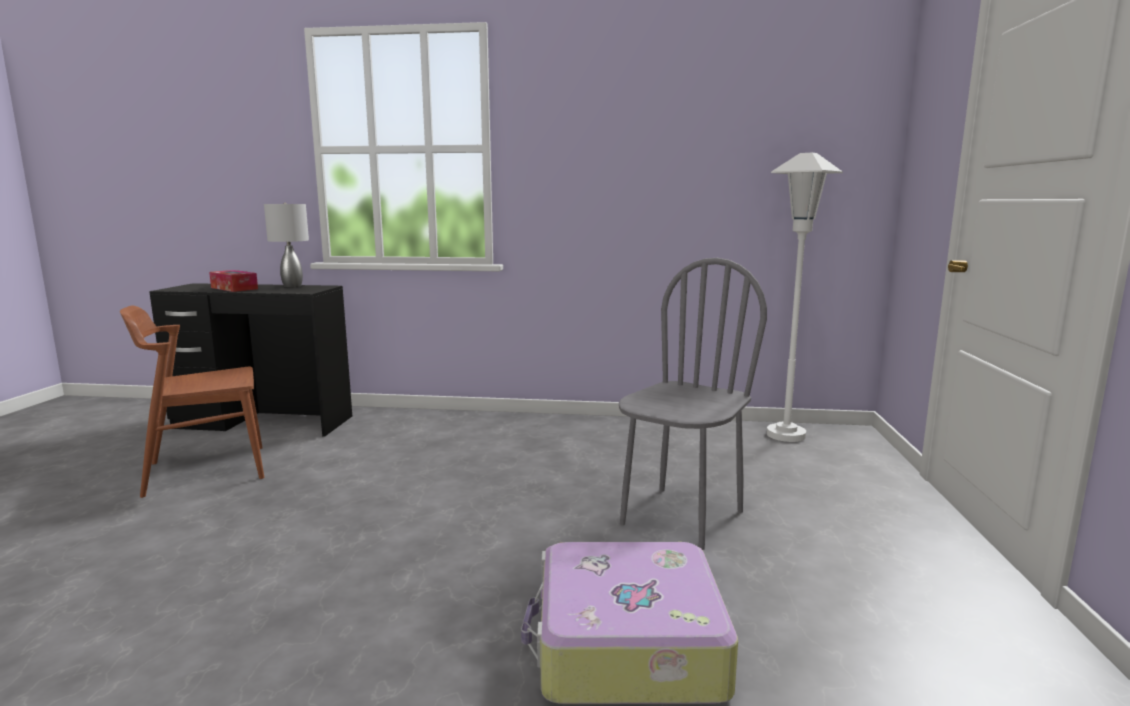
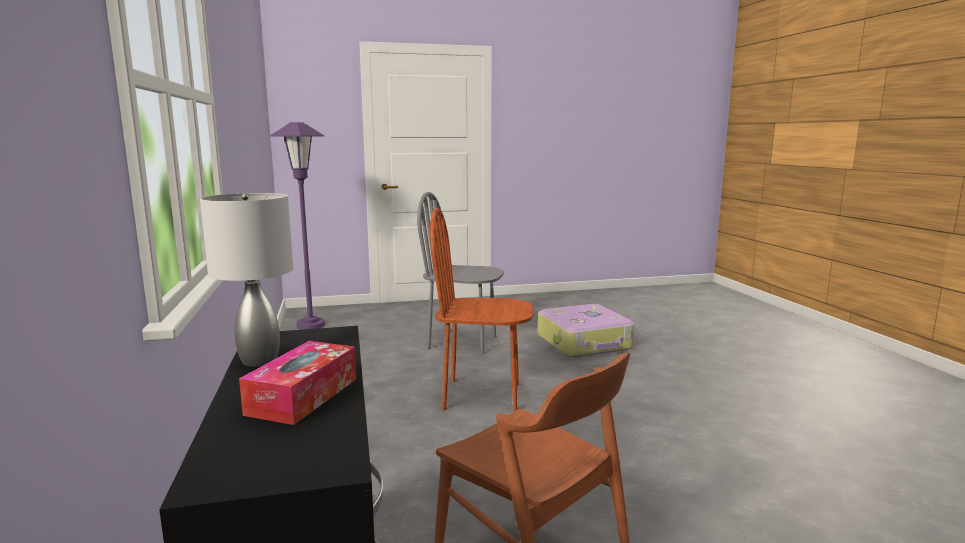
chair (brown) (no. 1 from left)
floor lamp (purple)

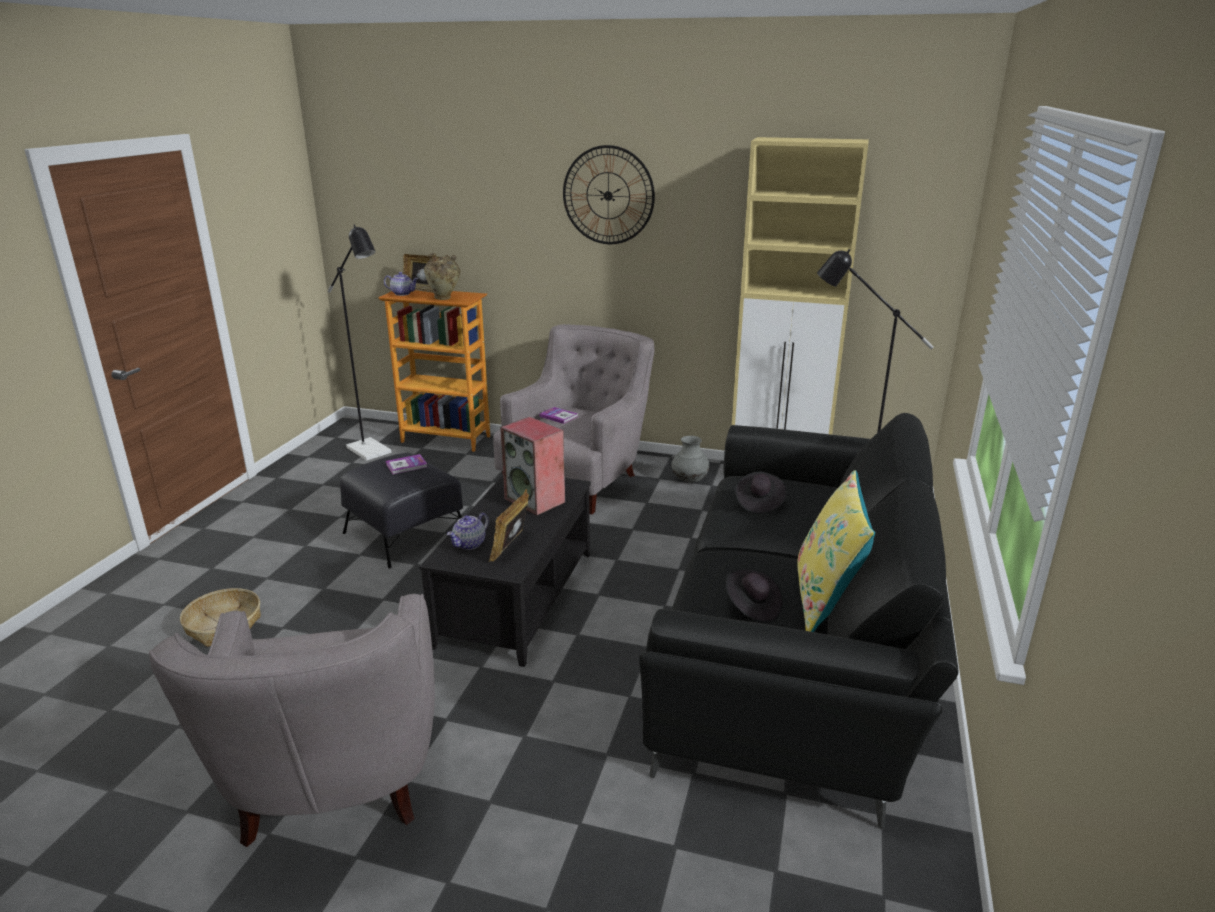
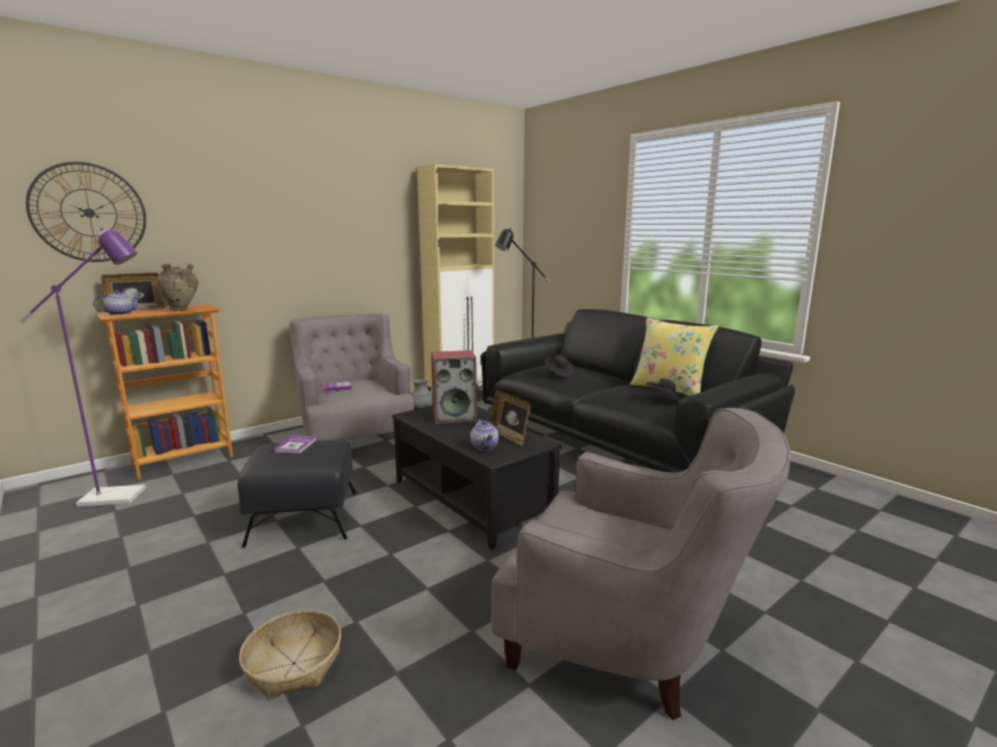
wall clock
floor lamp (purple)

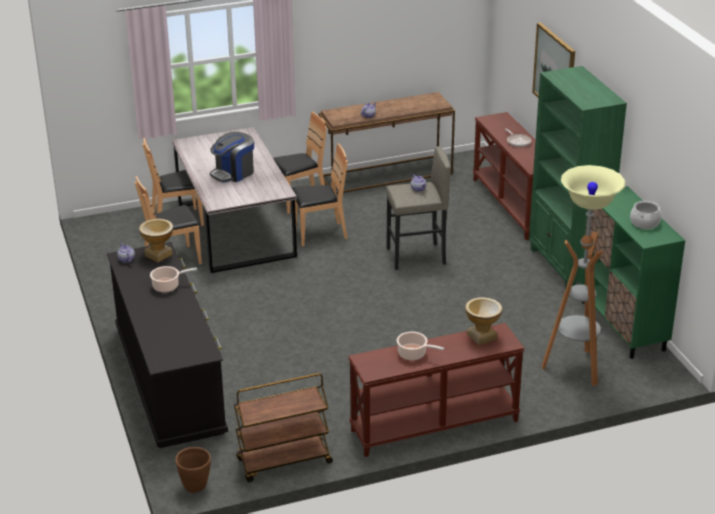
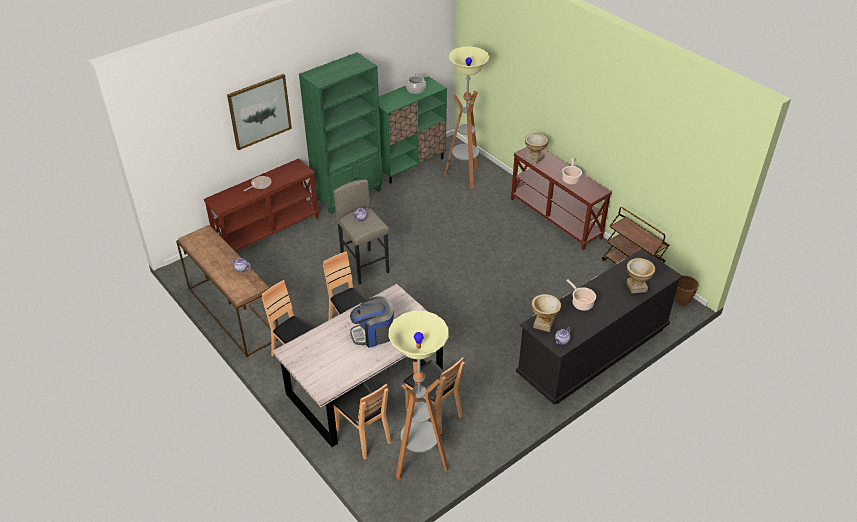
floor lamp (no. 1 from left)
vase (no. 3 from left)
coffee machine

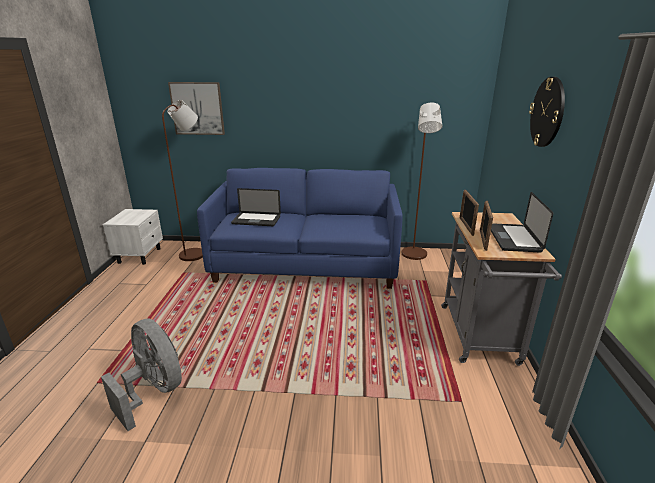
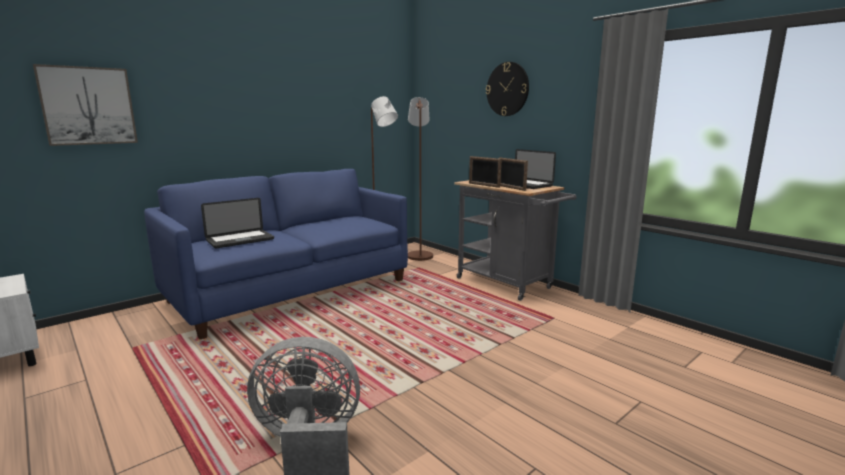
floor lamp (brown) (no. 2 from left)

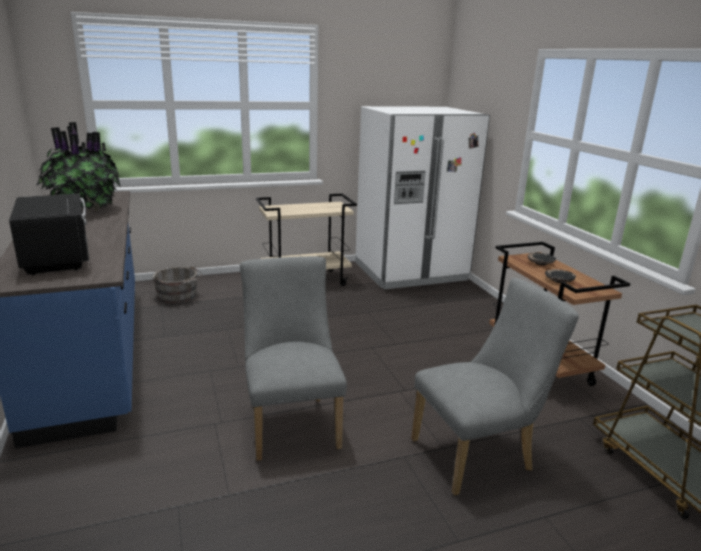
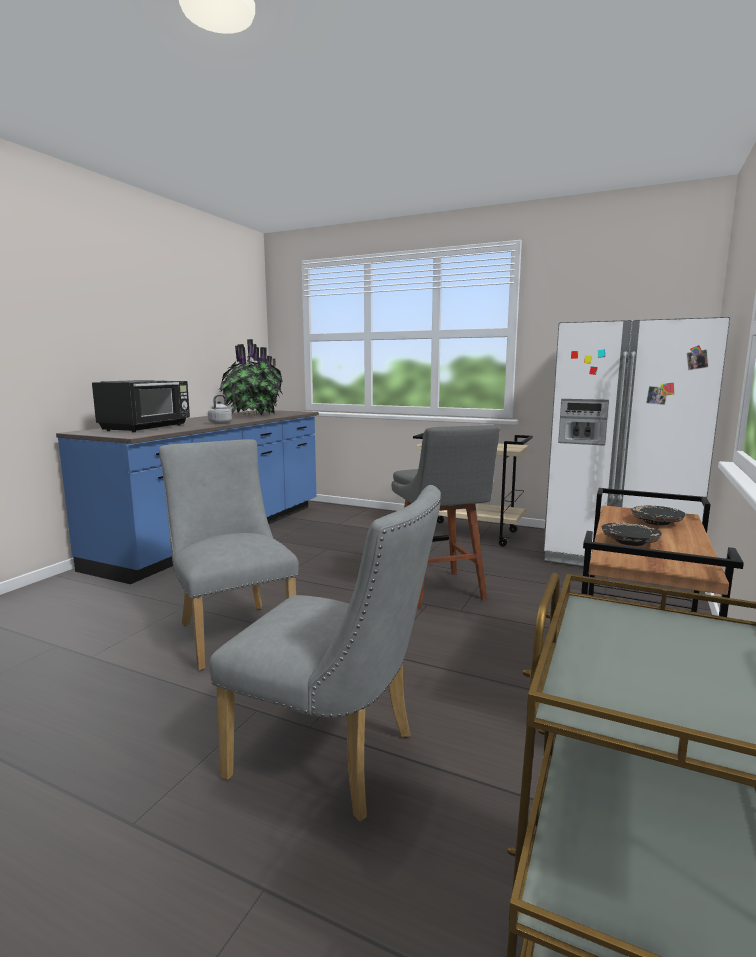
bucket (grey)
kettle (grey)
stool (grey)
chair (grey) (no. 1 from left)

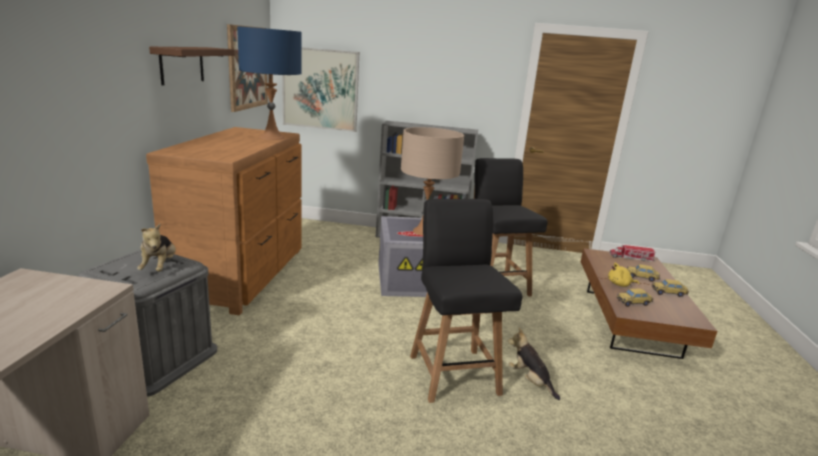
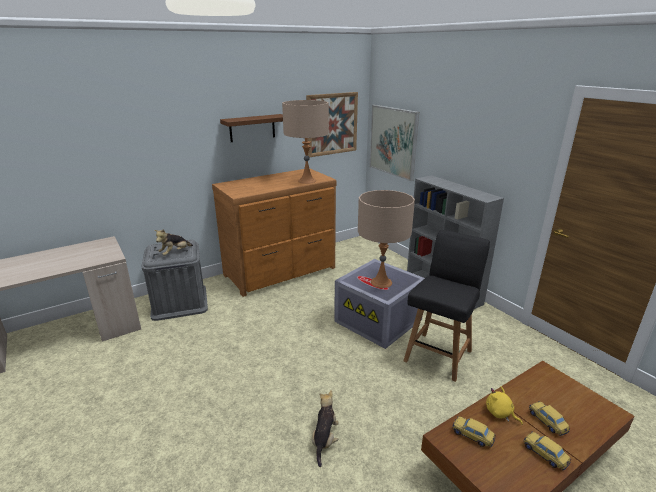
chair (black) (no. 1 from left in the first image)
toy truck
table lamp (beige) (no. 1 from left)

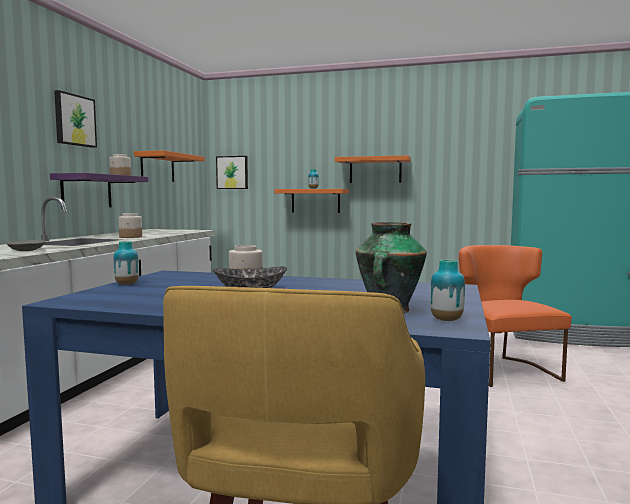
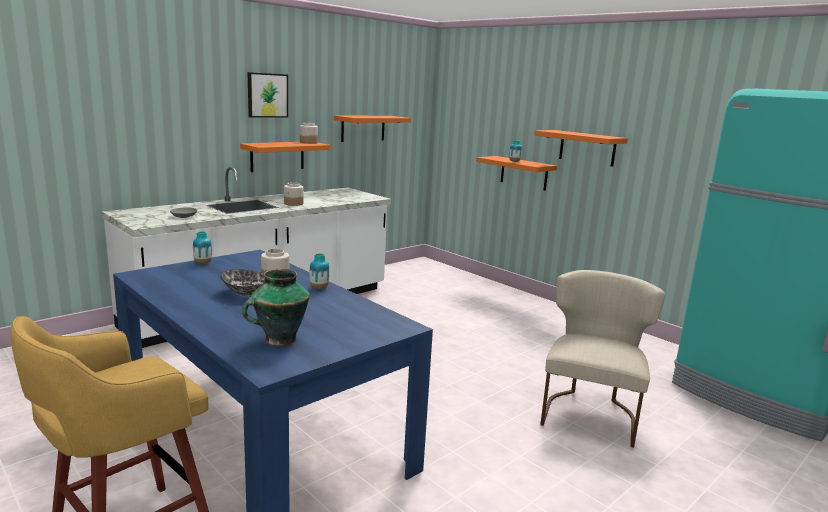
picture (no. 2 from left in the first image)
vase (no. 3 from left)
shelf (orange) (no. 1 from left)
chair (beige)

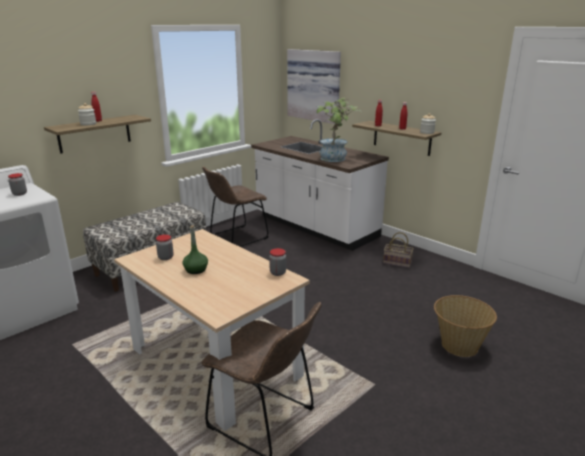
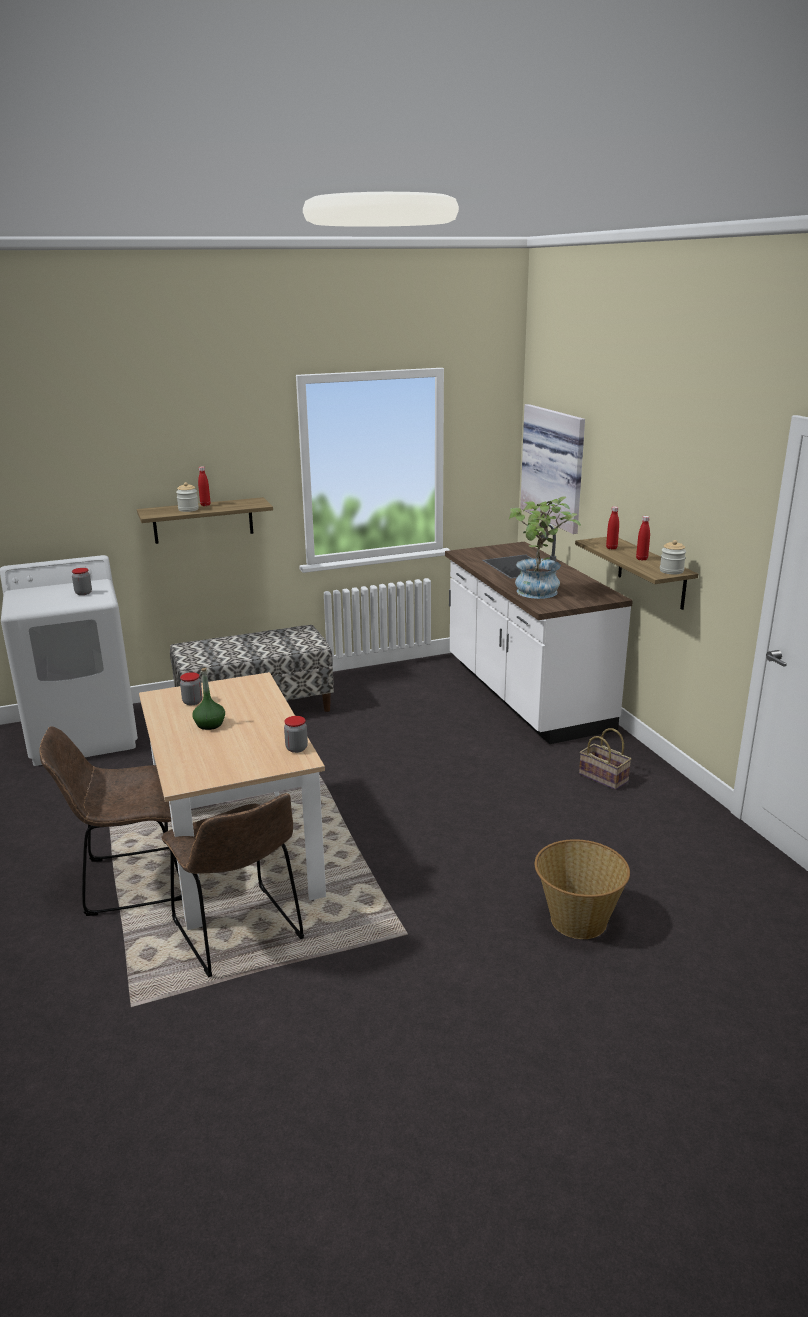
chair (brown) (no. 1 from left)

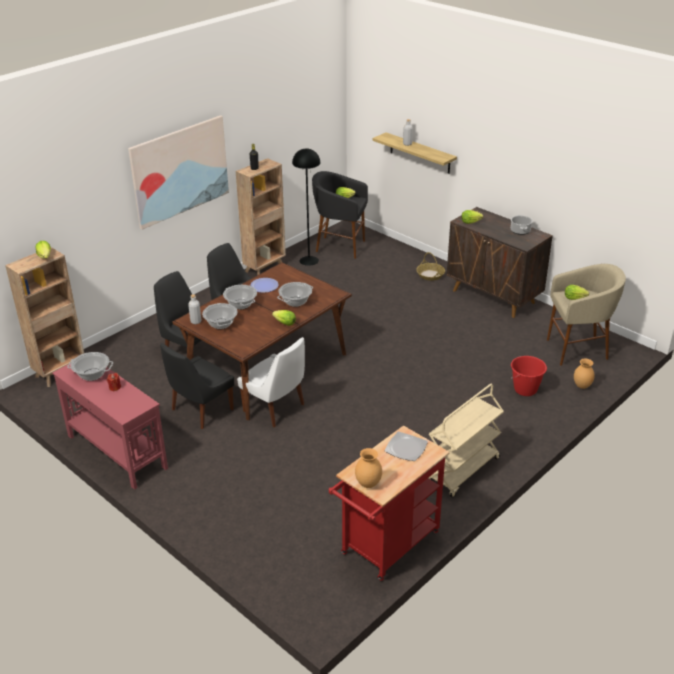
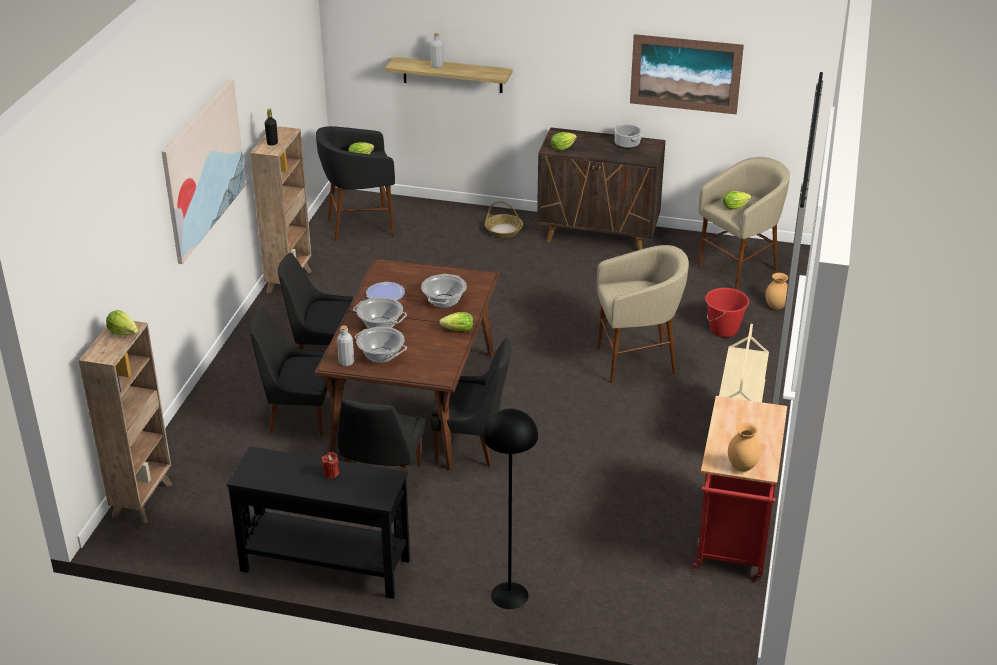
cooking pot (no. 1 from left in the first image)
plate (no. 2 from left in the first image)
stool (beige) (no. 1 from left)
picture (no. 2 from left)
floor lamp (black)
console table (black)
chair (black) (no. 4 from left)

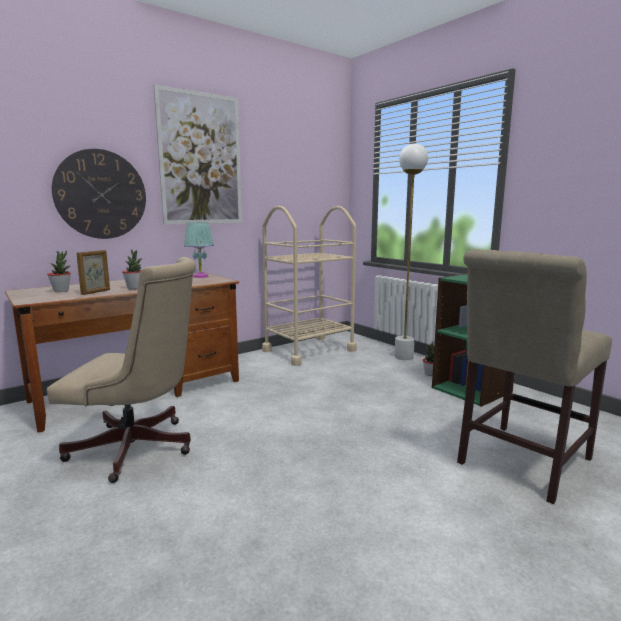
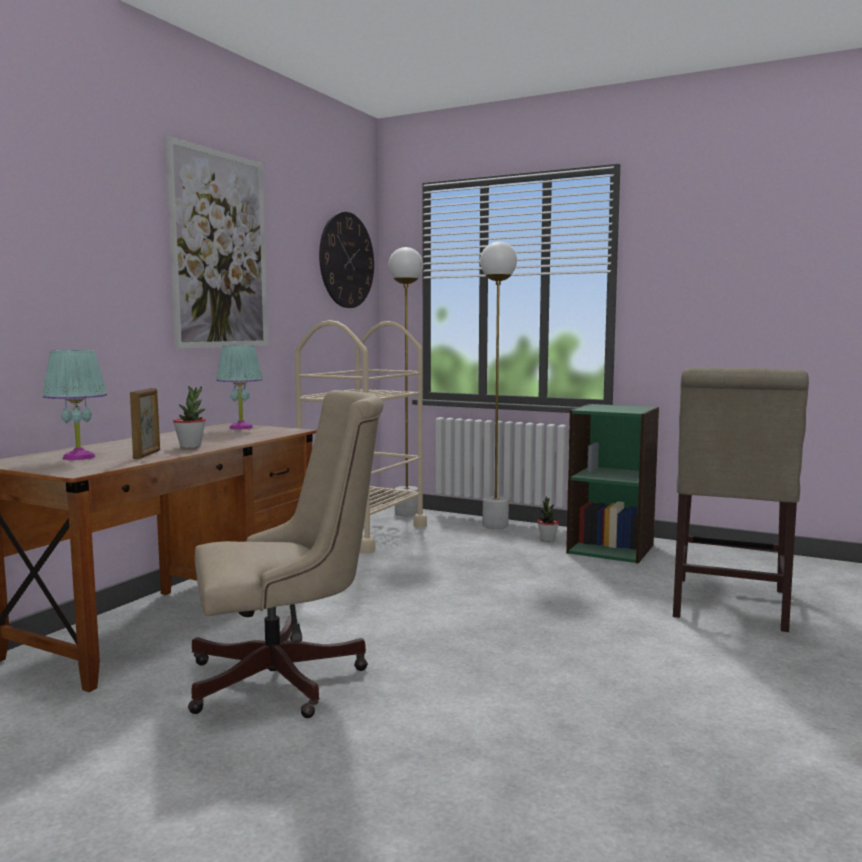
floor lamp (white) (no. 1 from left)
wall clock
table lamp (turquoise) (no. 1 from left)

